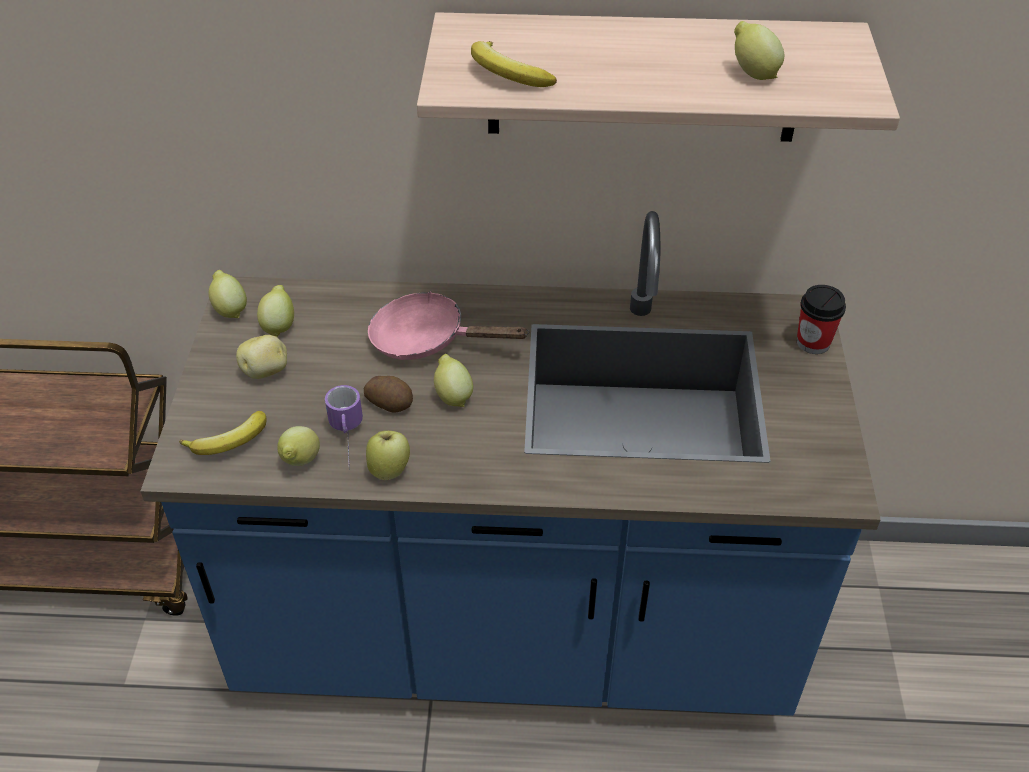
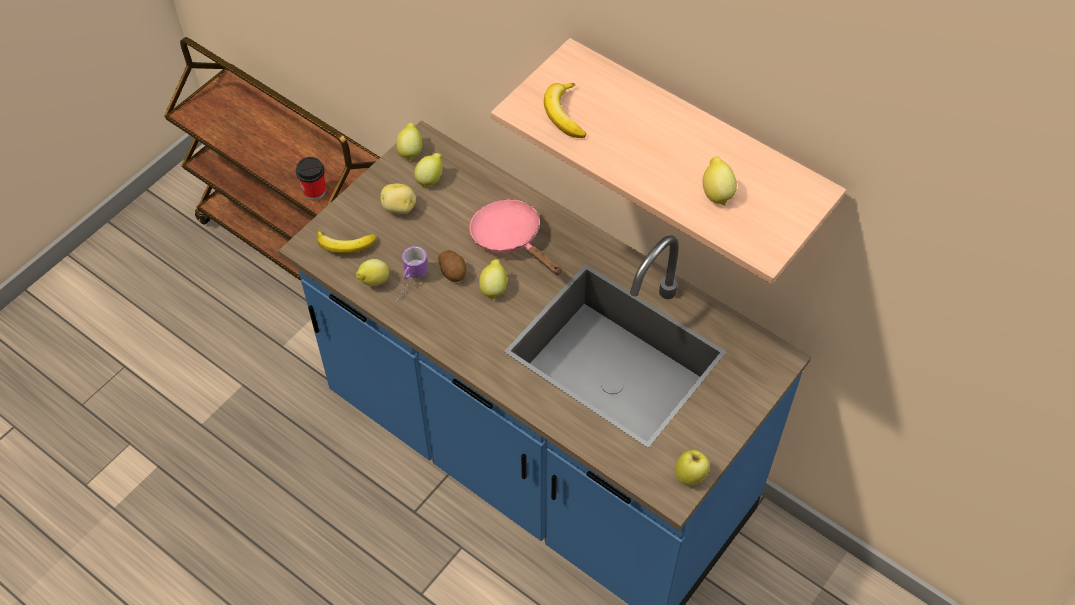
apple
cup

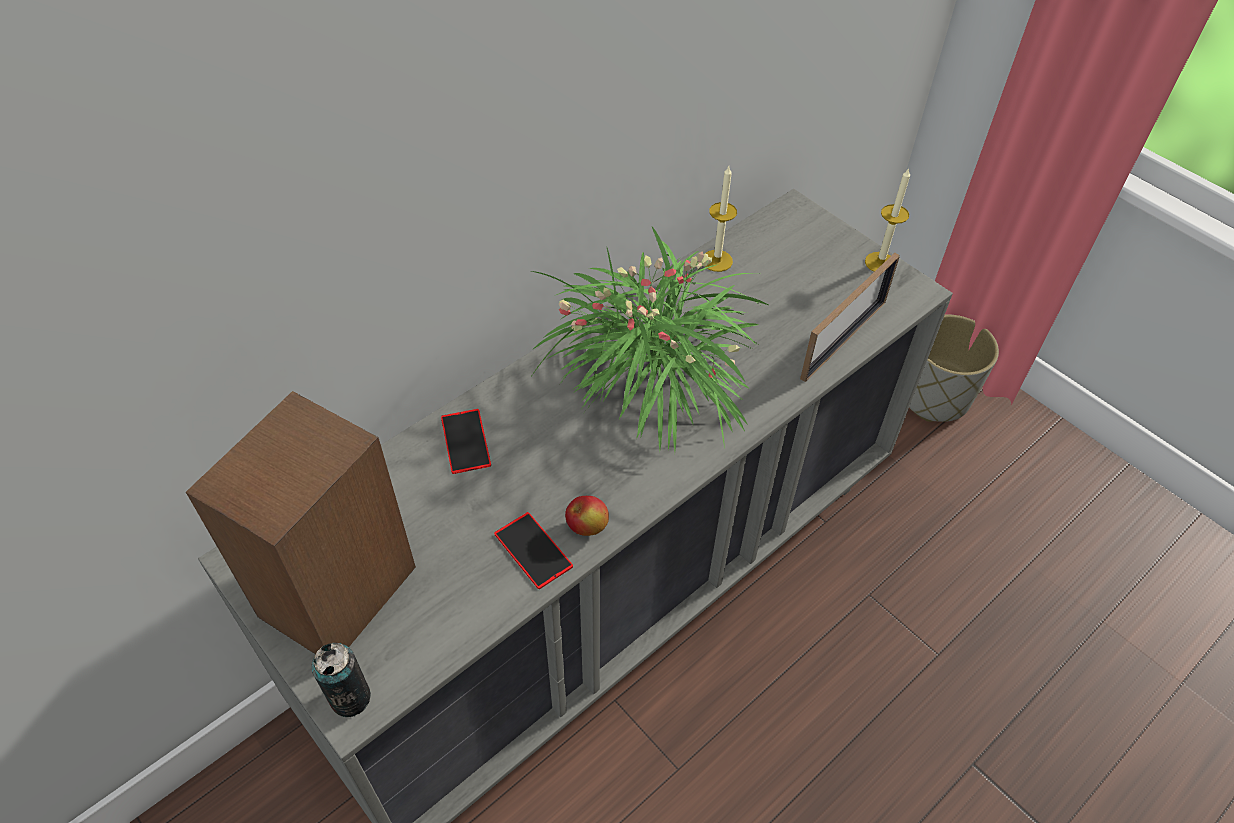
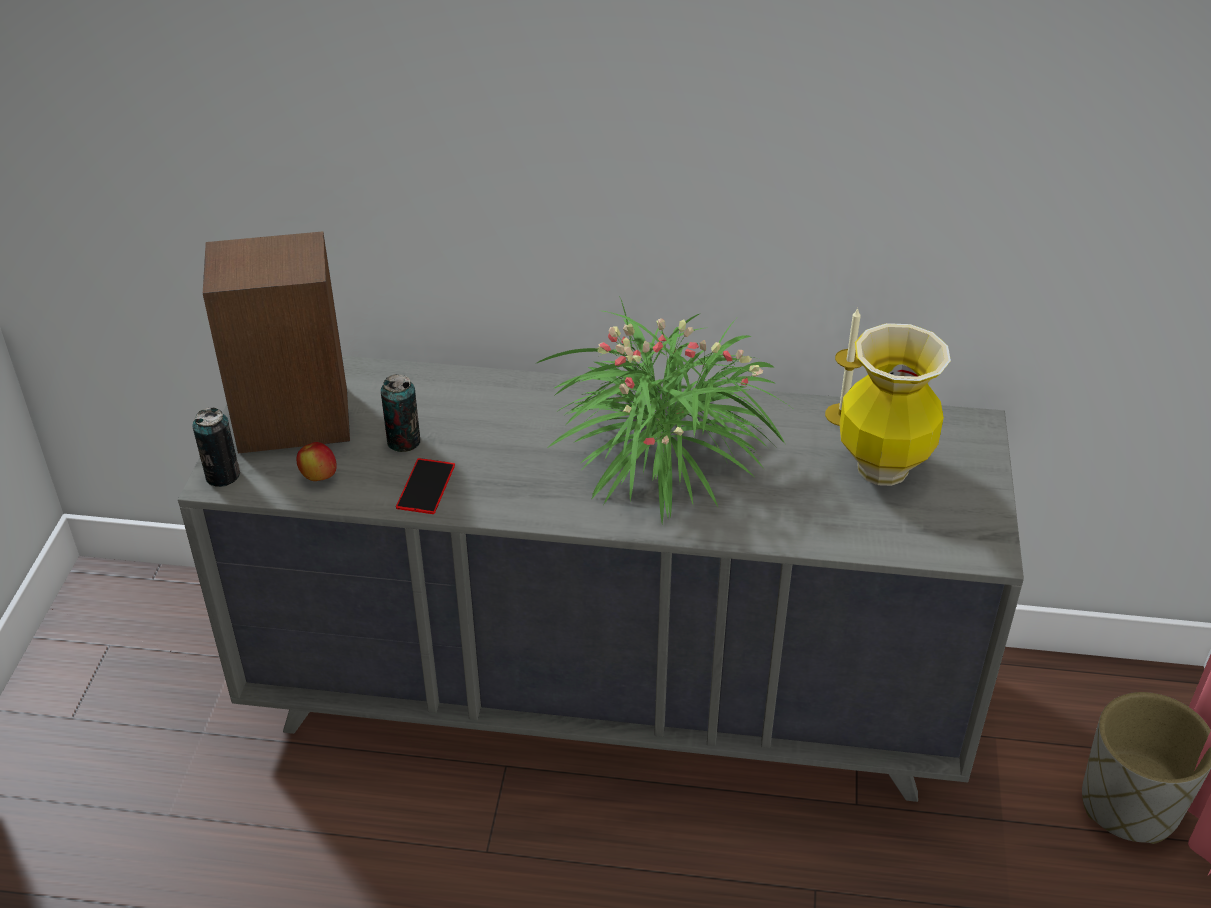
phone (no. 1 from left in the first image)
picture frame
candle (no. 2 from left in the first image)
can (no. 2 from left)
vase
apple

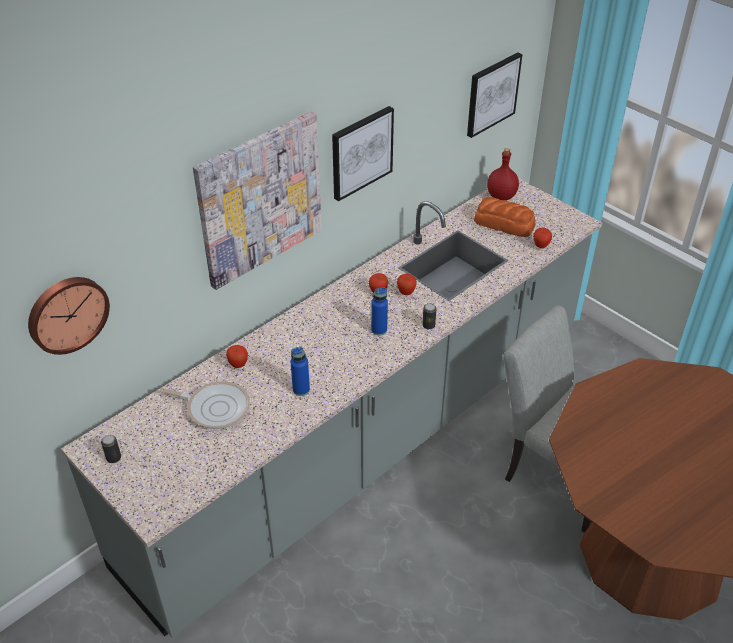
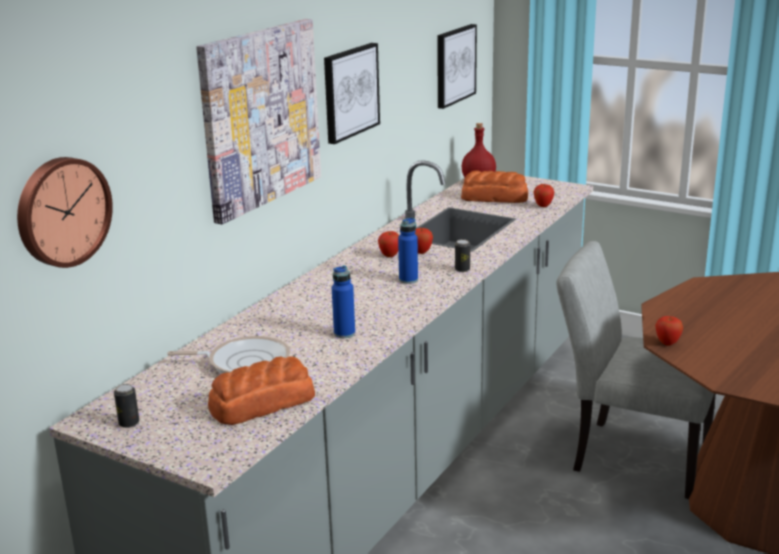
bread (no. 1 from left)
apple (no. 4 from left)

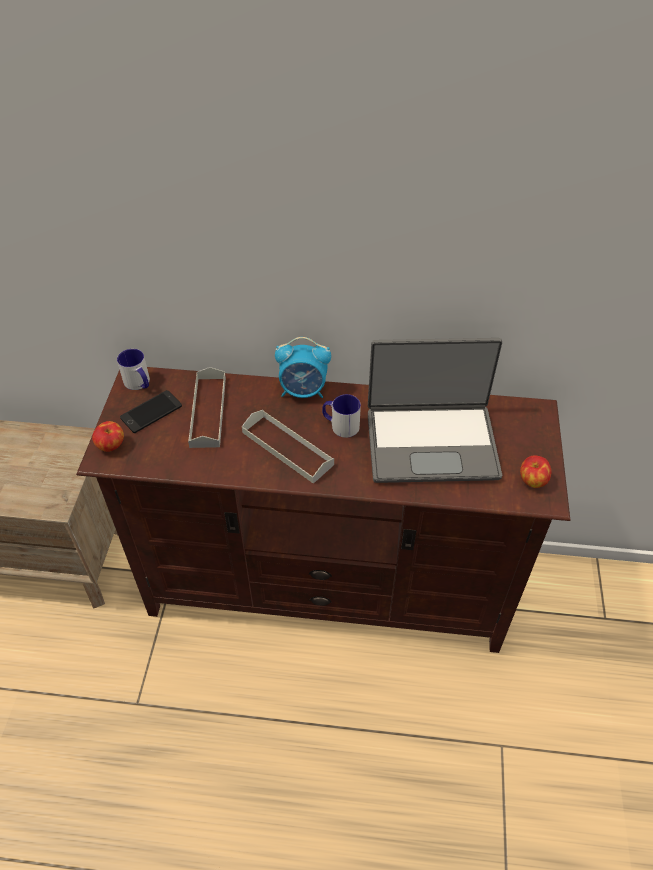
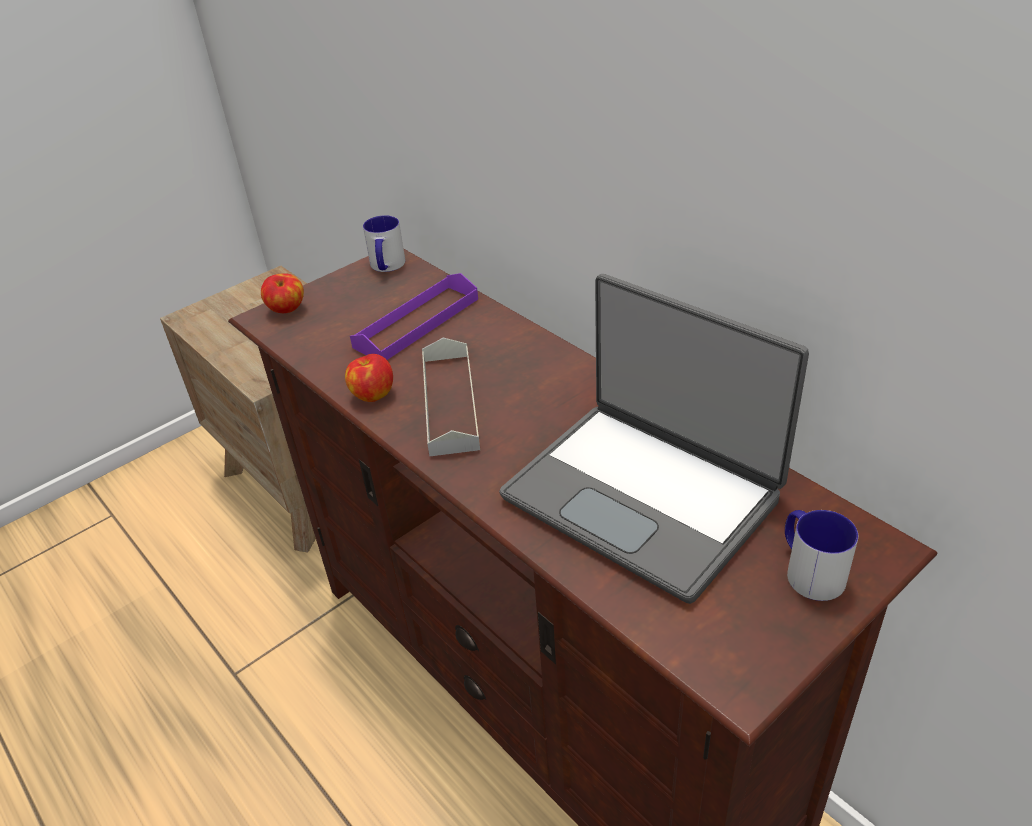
phone
alarm clock
mug (no. 2 from left)
apple (no. 2 from left)
tray (purple)

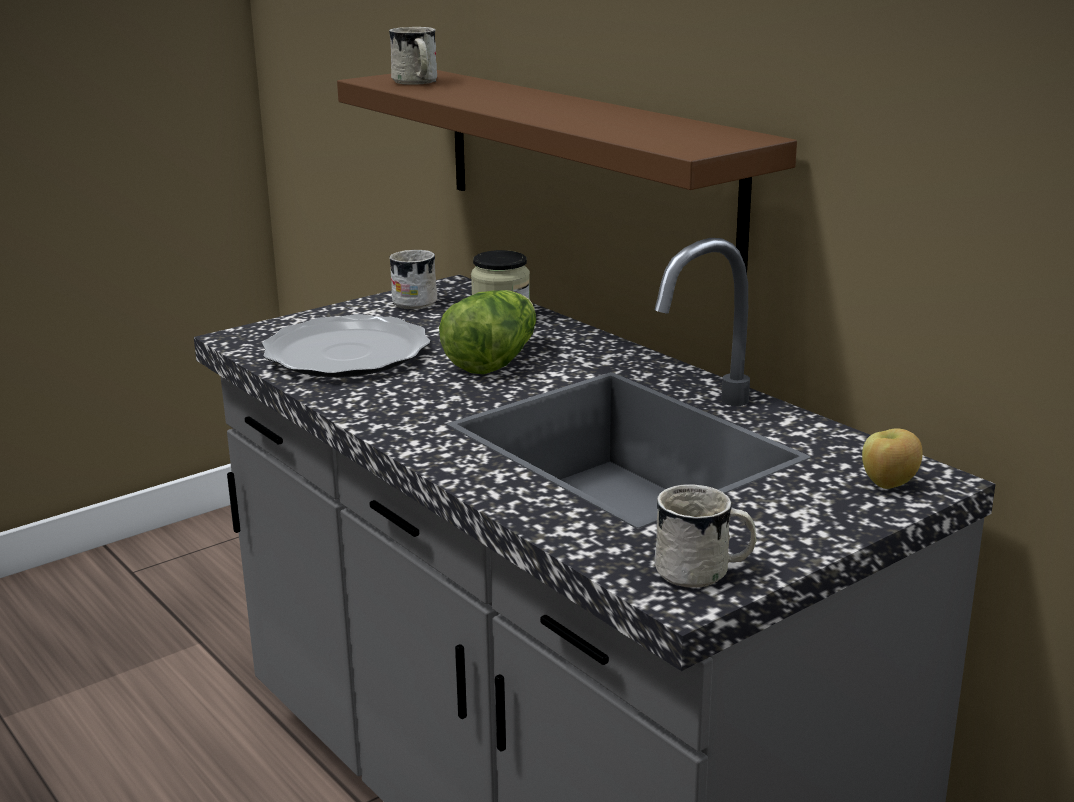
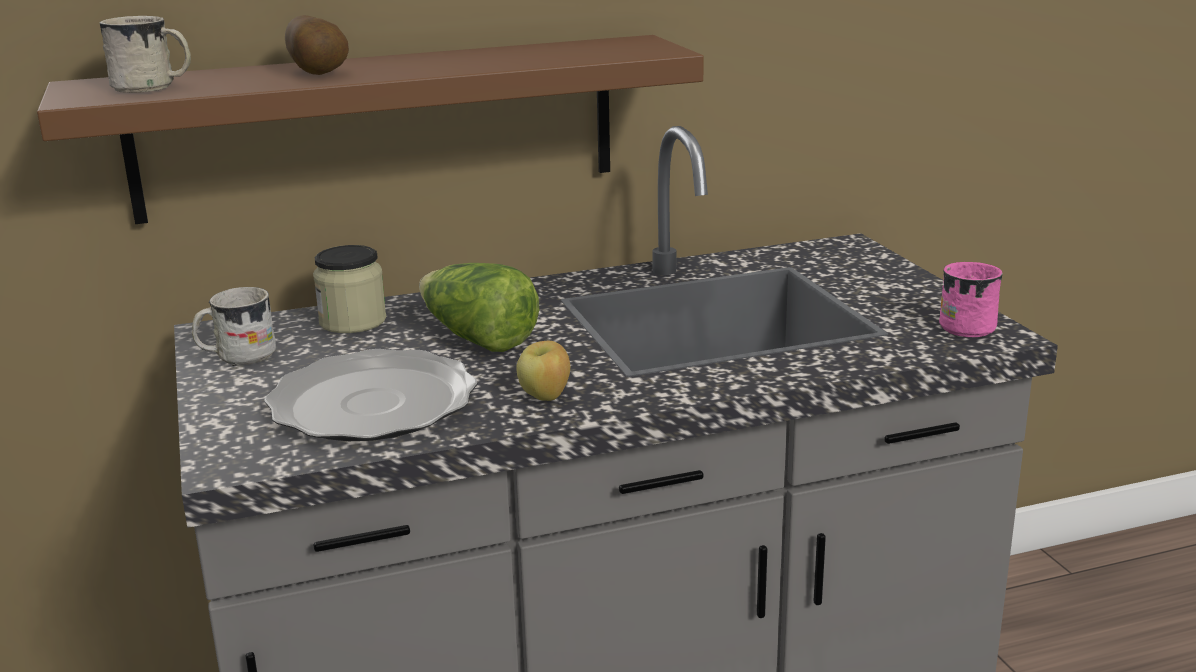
potato
apple
mug (pink)

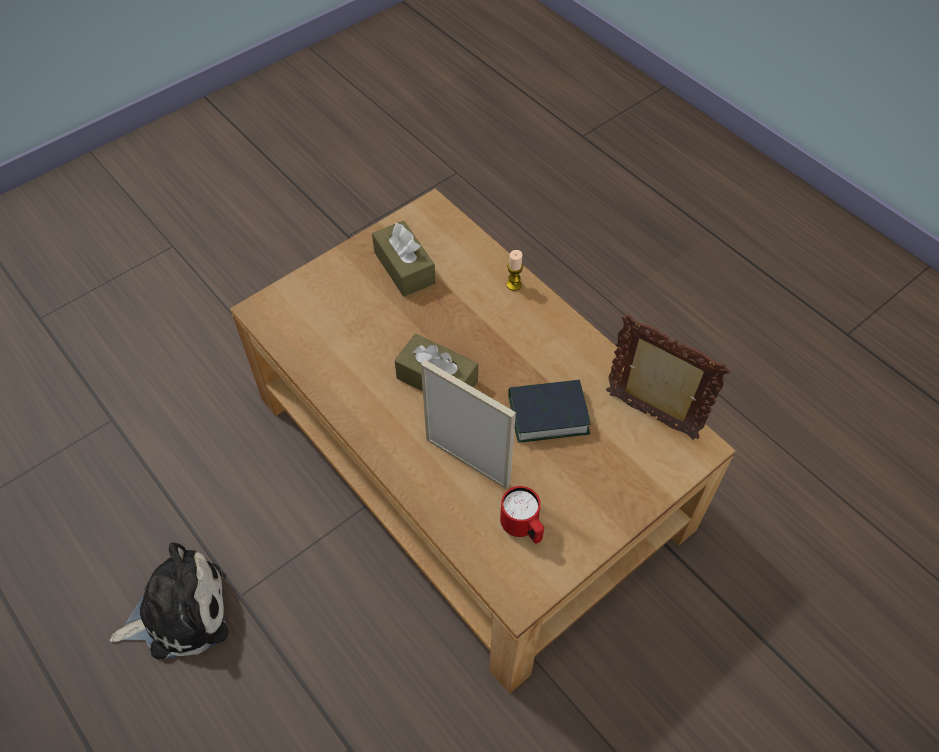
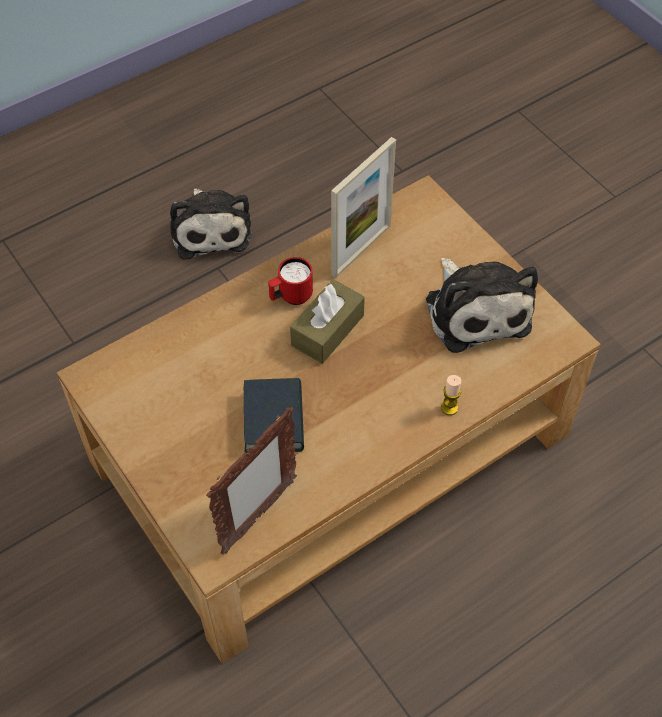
picture frame (no. 2 from left)
mug (red)
plush toy (no. 2 from left)

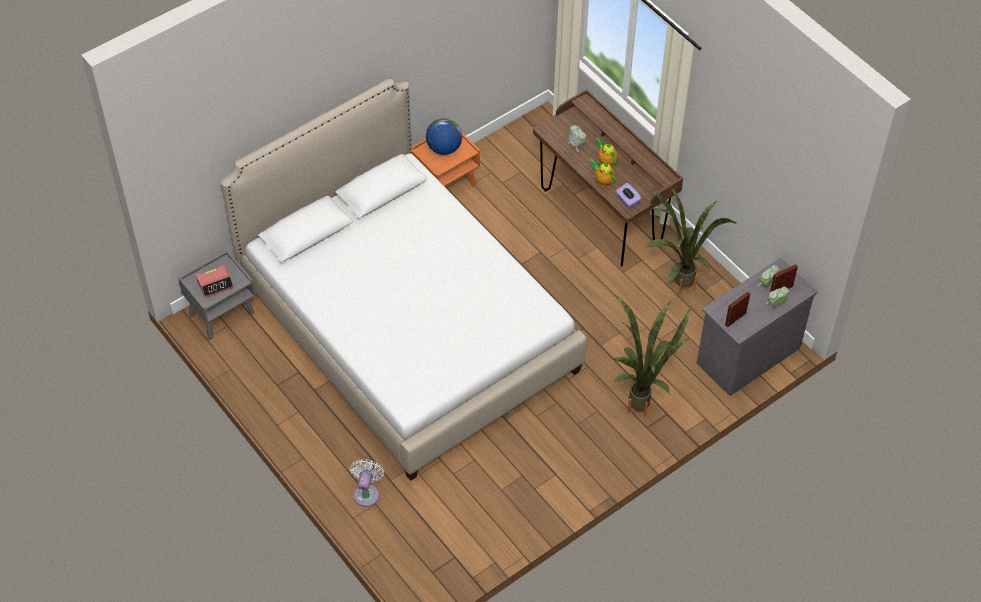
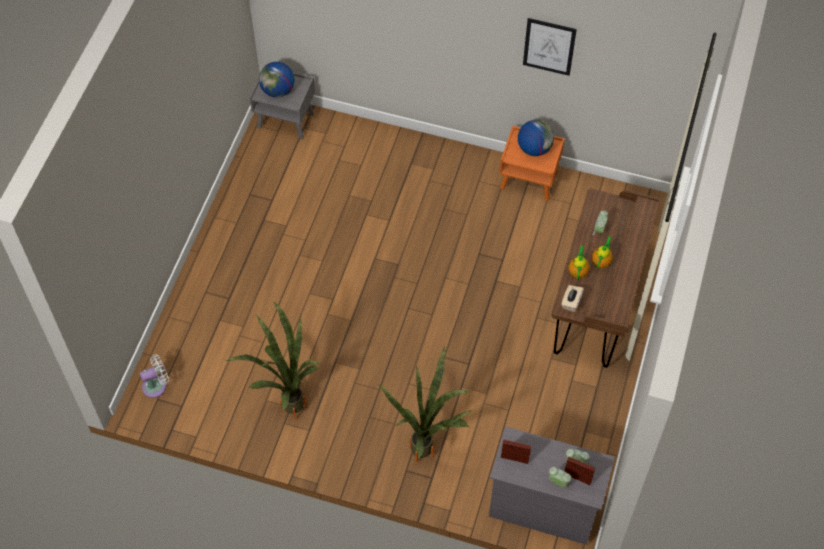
bed
picture
fan (white)
potted plant (no. 1 from left)
globe (no. 1 from left)
tissue box (beige)

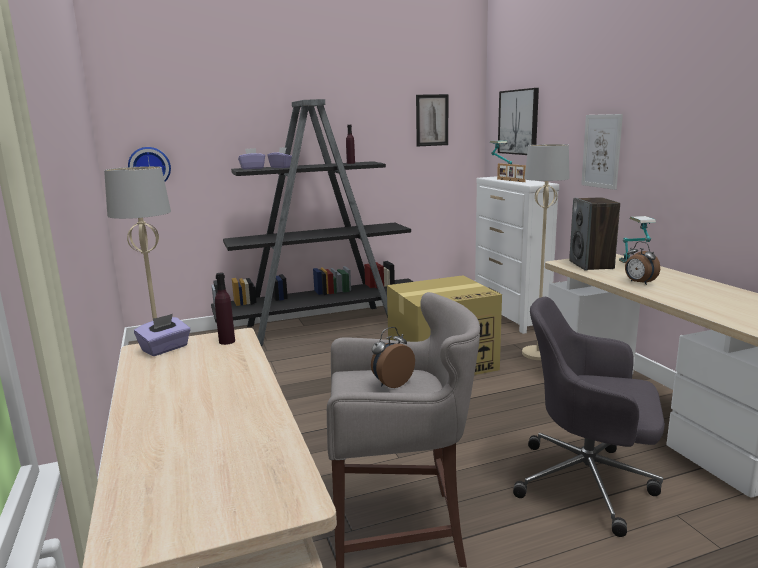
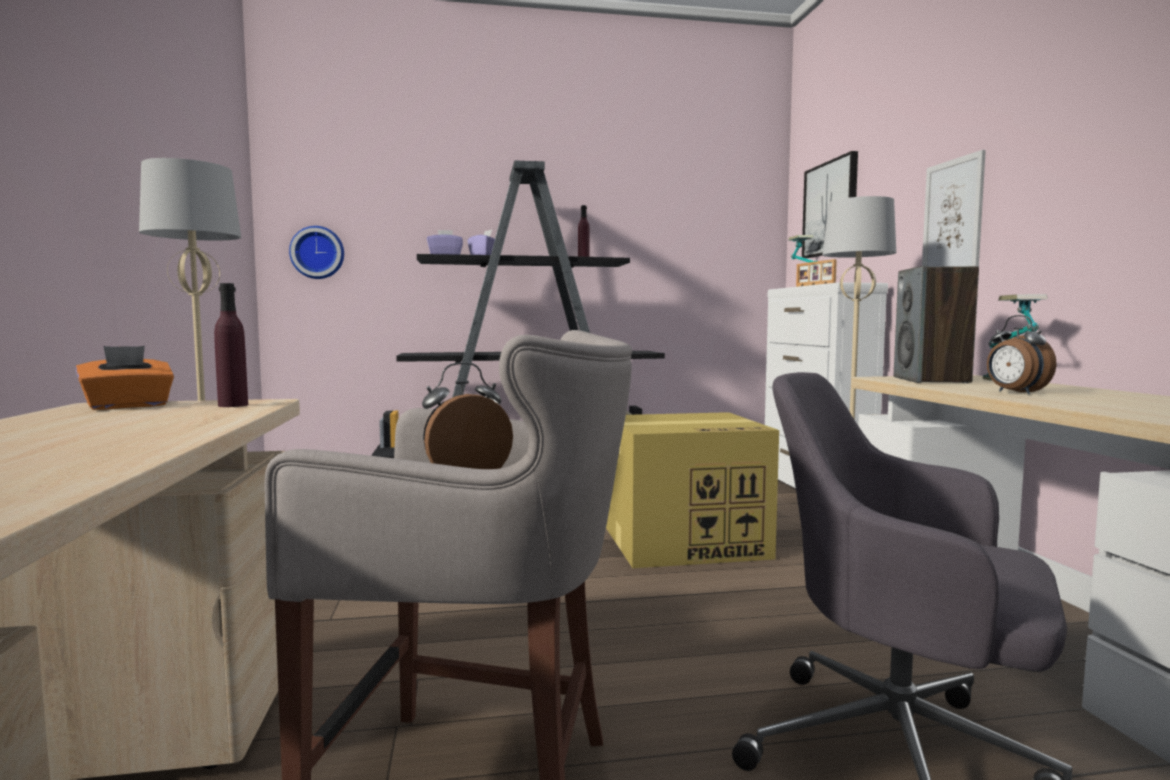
picture (no. 1 from left in the first image)
tissue box (orange)

